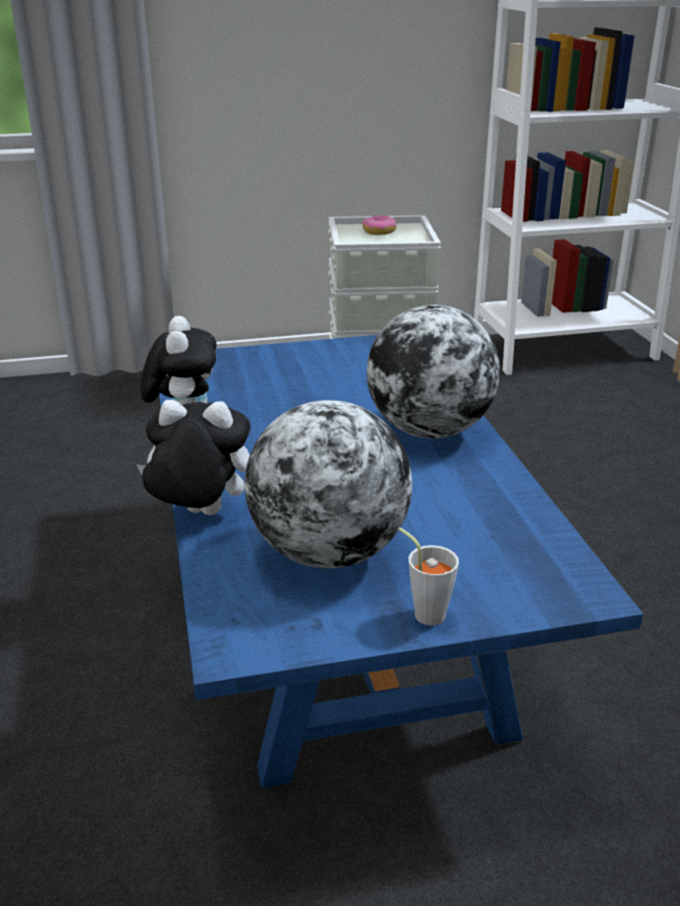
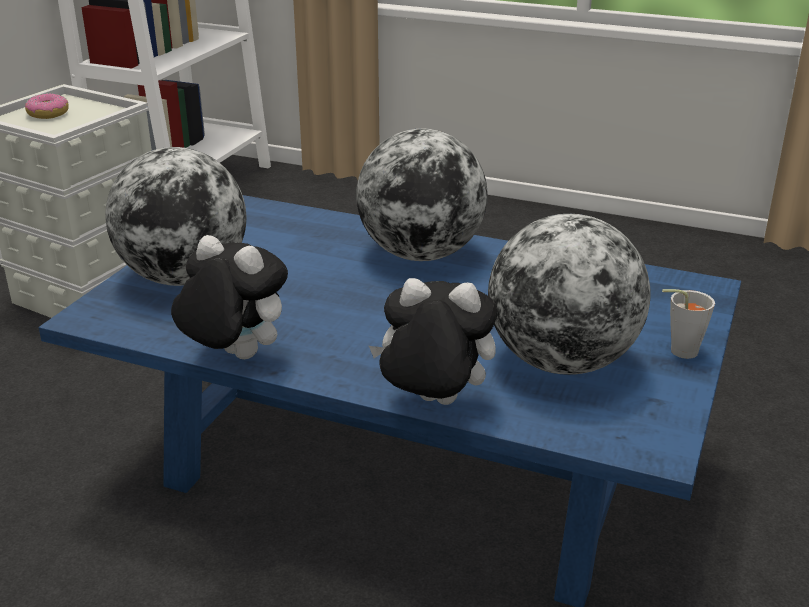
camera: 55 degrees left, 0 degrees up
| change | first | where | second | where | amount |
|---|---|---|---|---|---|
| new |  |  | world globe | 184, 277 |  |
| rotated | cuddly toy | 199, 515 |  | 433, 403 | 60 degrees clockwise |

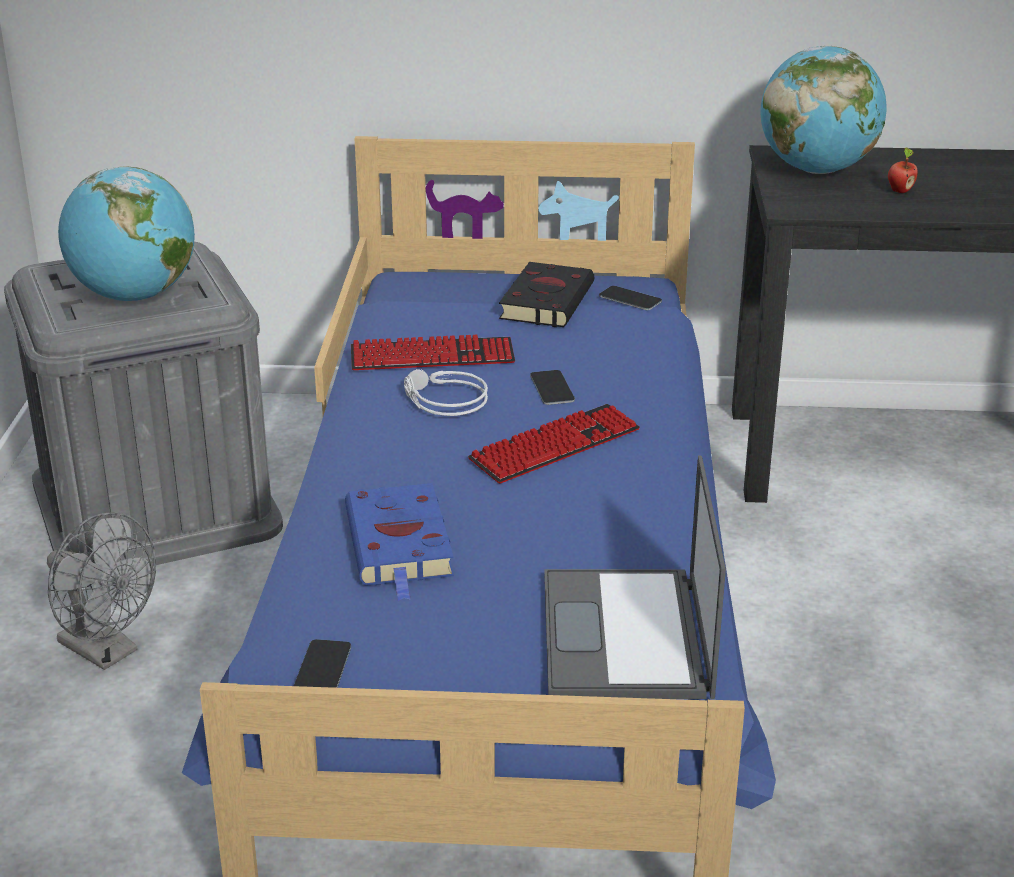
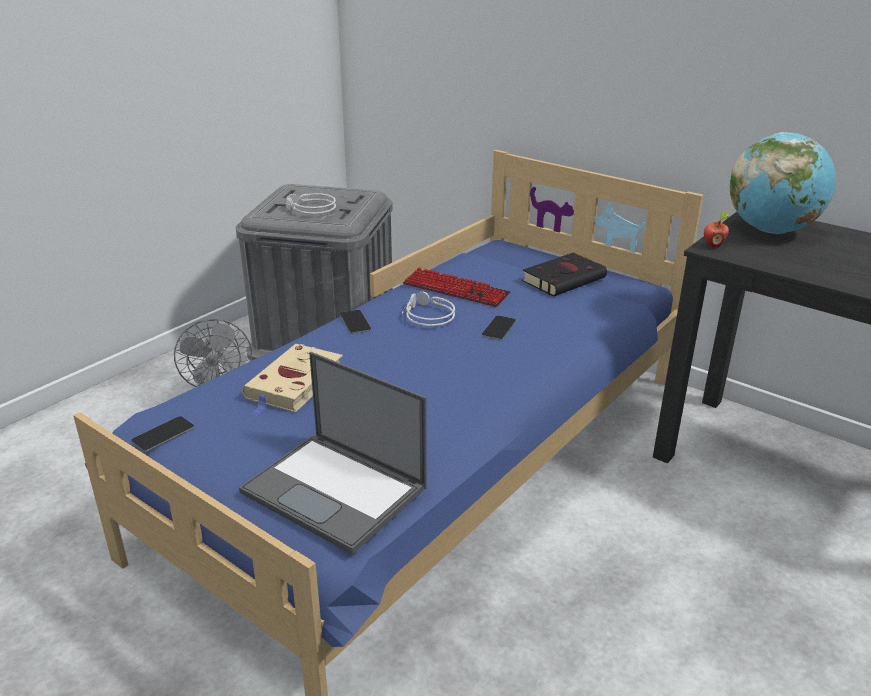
camera: 35 degrees right, 0 degrees up
| change | first | where | second | where | amount |
|---|---|---|---|---|---|
| rotated | laptop | 626, 637 |  | 336, 490 | 90 degrees counterclockwise |
| repainted | bluish book | 400, 546 | beige-coloured book | 294, 384 |  |
| swapped | world globe | 134, 296 | grey headset | 310, 209 |  |
| shifted | handset | 630, 299 |  | 355, 322 |  |
| shifted | apple fruit | 900, 191 |  | 713, 245 |  |
| gone | keyboard | 555, 446 |  |  |  |

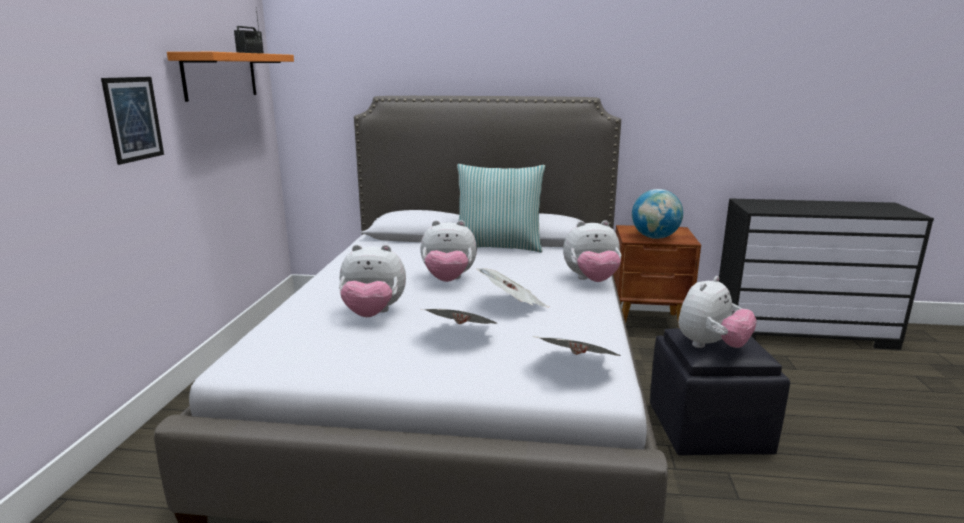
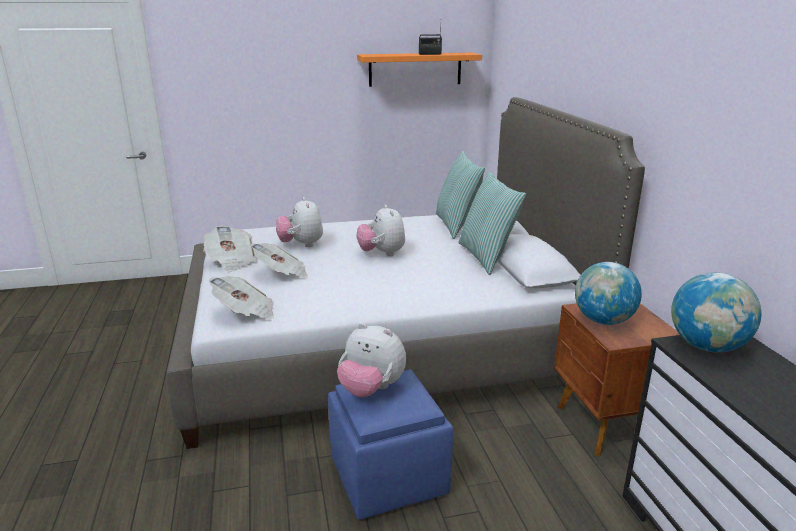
camera: 70 degrees right, 5 degrees up
| change | first | where | second | where | amount |
|---|---|---|---|---|---|
| shifted | printed paper | 513, 305 |  | 231, 261 |  |
| repainted | blackish pouffe | 708, 429 | bluish pouffe | 389, 477 |  |
| new |  |  | throw pillow | 457, 225 |  |
| new |  |  | world globe | 707, 346 |  |
| gone | wall picture | 133, 119 |  |  |  |
| gone | cuddly toy | 591, 281 |  |  |  |

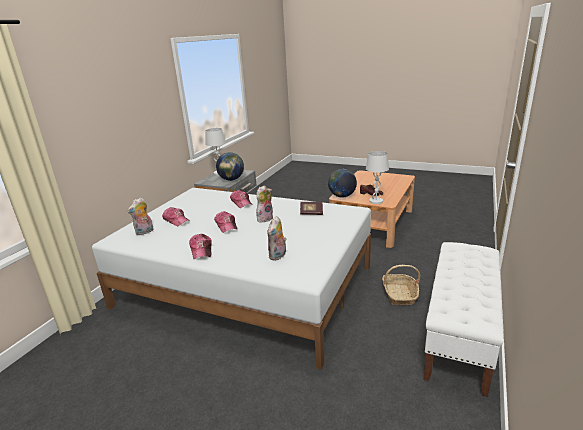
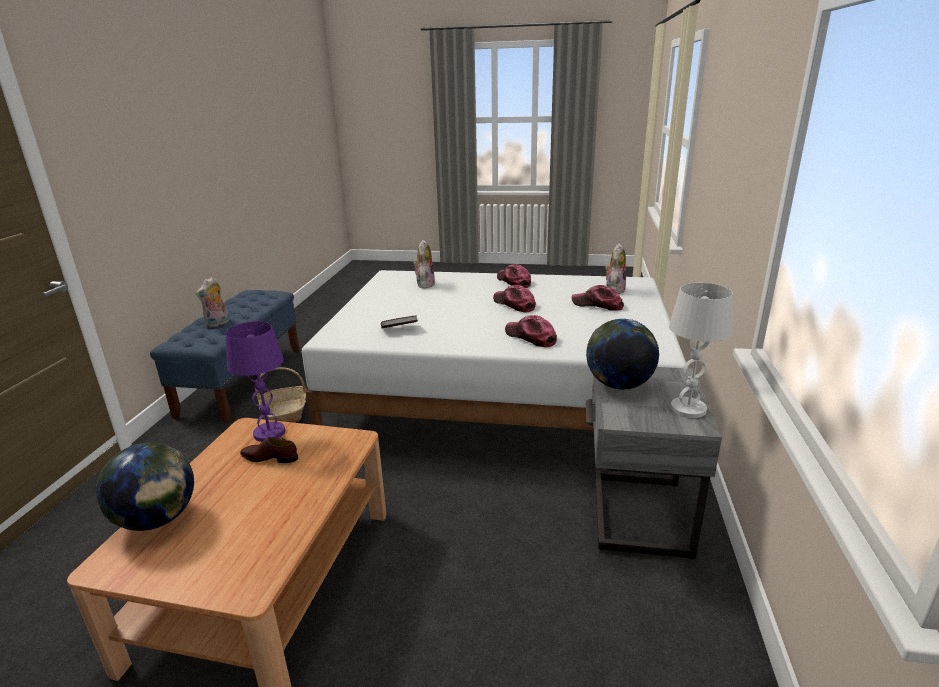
camera: 165 degrees right, 0 degrees up
| change | first | where | second | where | amount |
|---|---|---|---|---|---|
| shifted | world globe | 342, 196 |  | 157, 520 |  |
| repainted | white-coloured bench | 459, 335 | bluish bench | 242, 380 |  |
| shifted | cuddly toy | 265, 218 |  | 218, 324 |  |
| repainted | white-coloured tabletop lamp | 376, 201 | purplish tabletop lamp | 269, 433 |  |

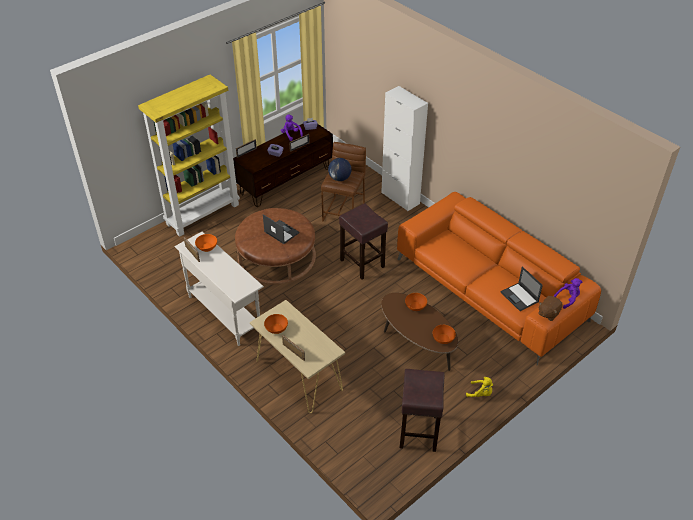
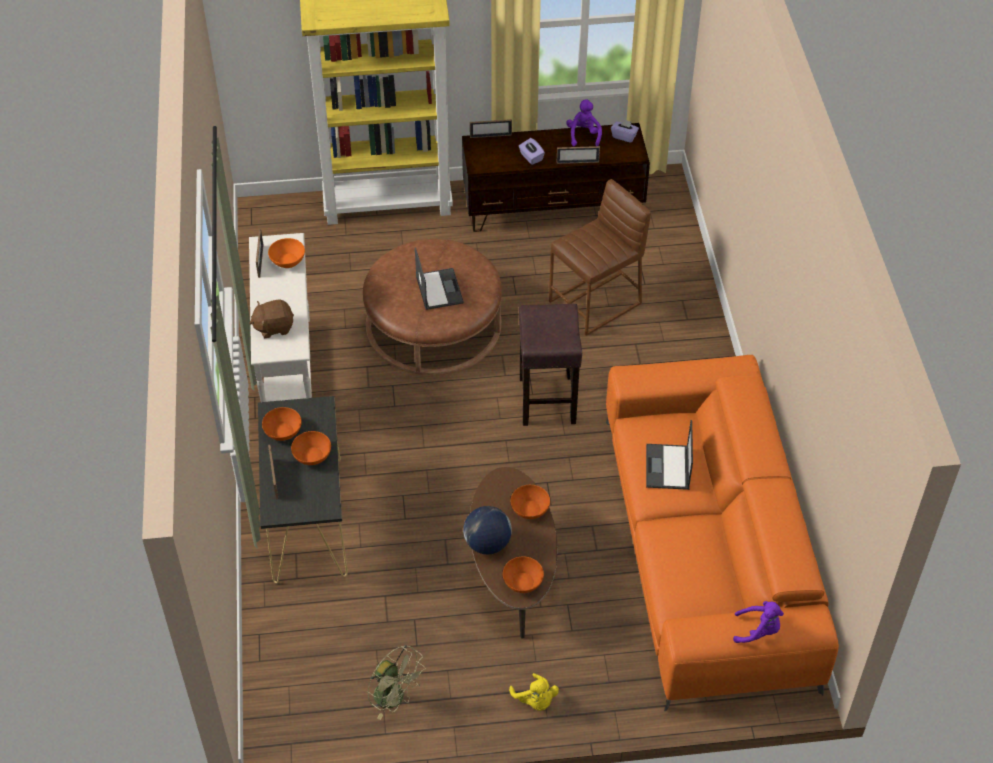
camera: 35 degrees right, 5 degrees up
| change | first | where | second | where | amount |
|---|---|---|---|---|---|
| shifted | brown cuddly toy | 548, 313 |  | 274, 327 |  |
| repainted | beige-coloured hall table | 298, 375 | blackish hall table | 307, 519 |  |
| new |  |  | orange deep dish | 312, 456 |  |
| swapped | brown sitting stool | 418, 431 | green cooling fan | 395, 698 |  |
| shifted | world globe | 339, 178 |  | 487, 544 |  |
| shifted | laptop | 520, 297 |  | 667, 468 |  |
| gone | white-coloured storage cabinet | 400, 198 |  |  |  |

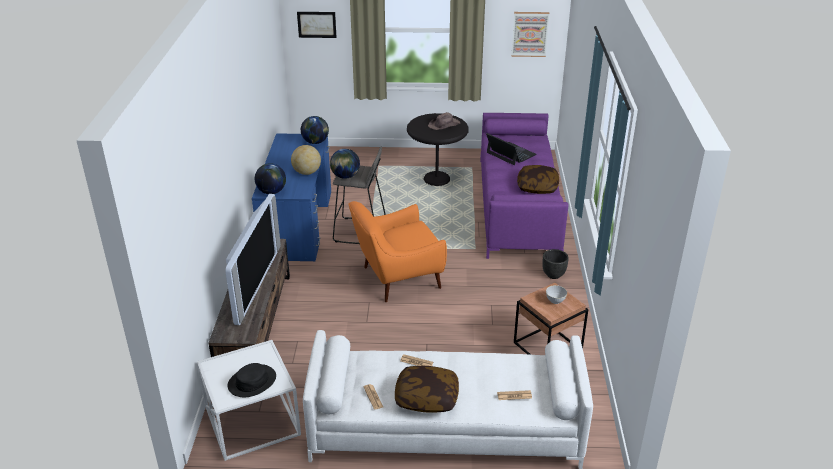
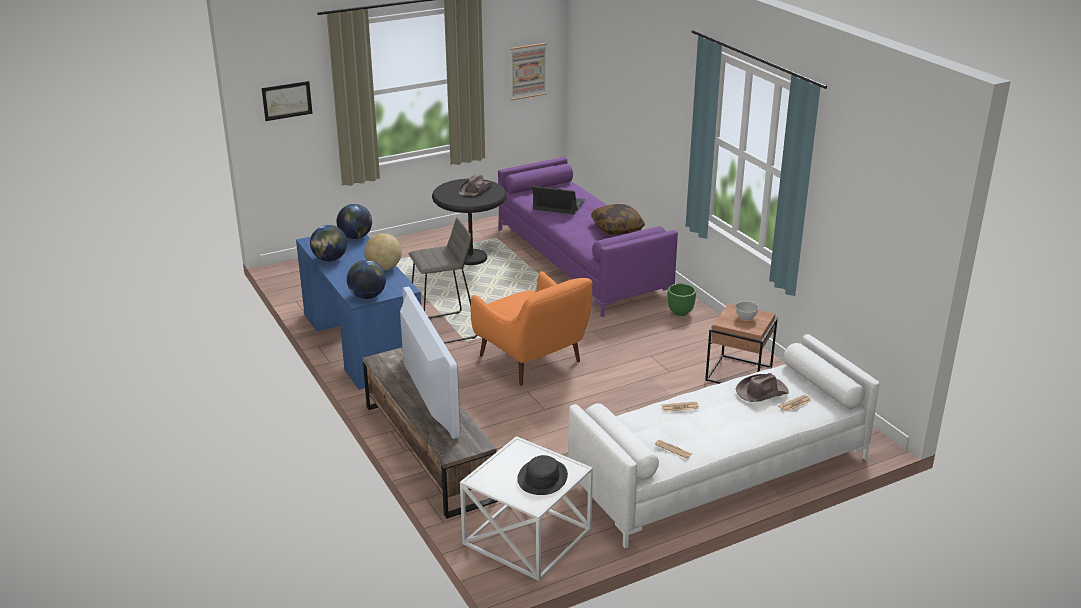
camera: 30 degrees left, 5 degrees down
| change | first | where | second | where | amount |
|---|---|---|---|---|---|
| shifted | world globe | 345, 176 |  | 330, 259 |  |
| rotated | orange lounge chair | 397, 279 |  | 533, 361 | 75 degrees counterclockwise |
| repainted | blackish flower pot | 553, 275 | green flower pot | 680, 312 |  |
| new |  |  | brown clothing hat | 761, 392 |  |
| gone | throw pillow | 426, 398 |  |  |  |

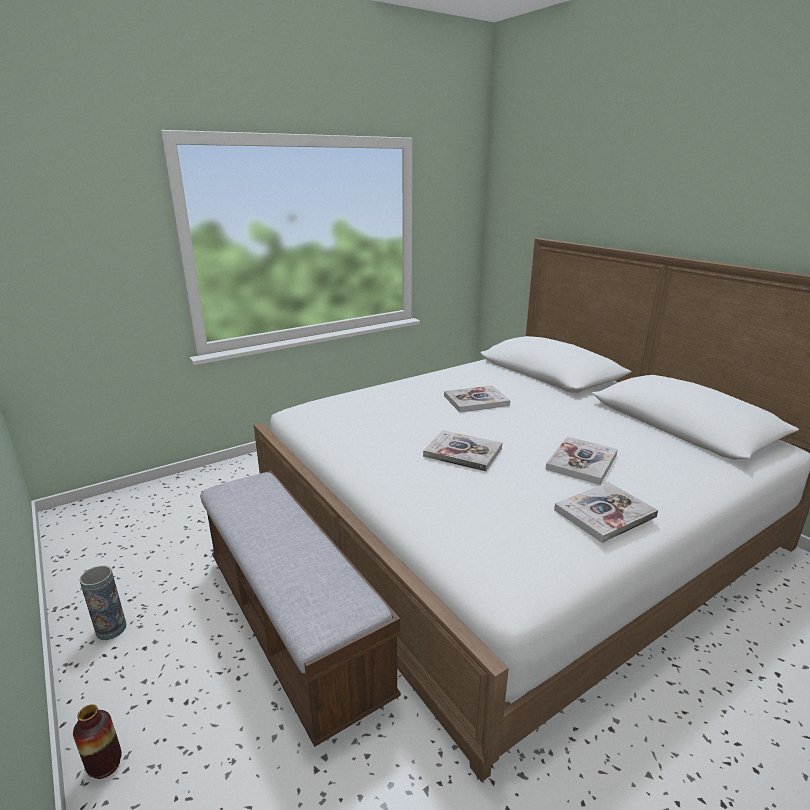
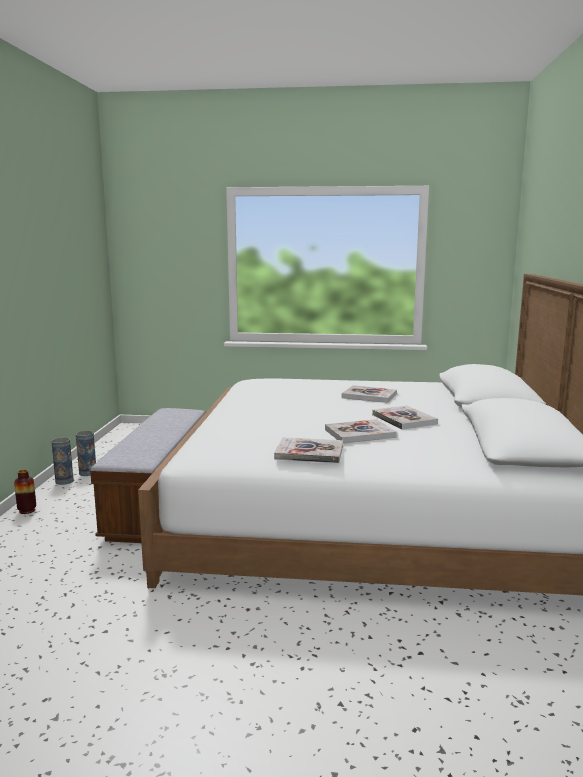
camera: 40 degrees right, 10 degrees down
| change | first | where | second | where | amount |
|---|---|---|---|---|---|
| new |  |  | vase | 64, 481 |  |
| shifted | book | 463, 452 |  | 404, 419 |  |

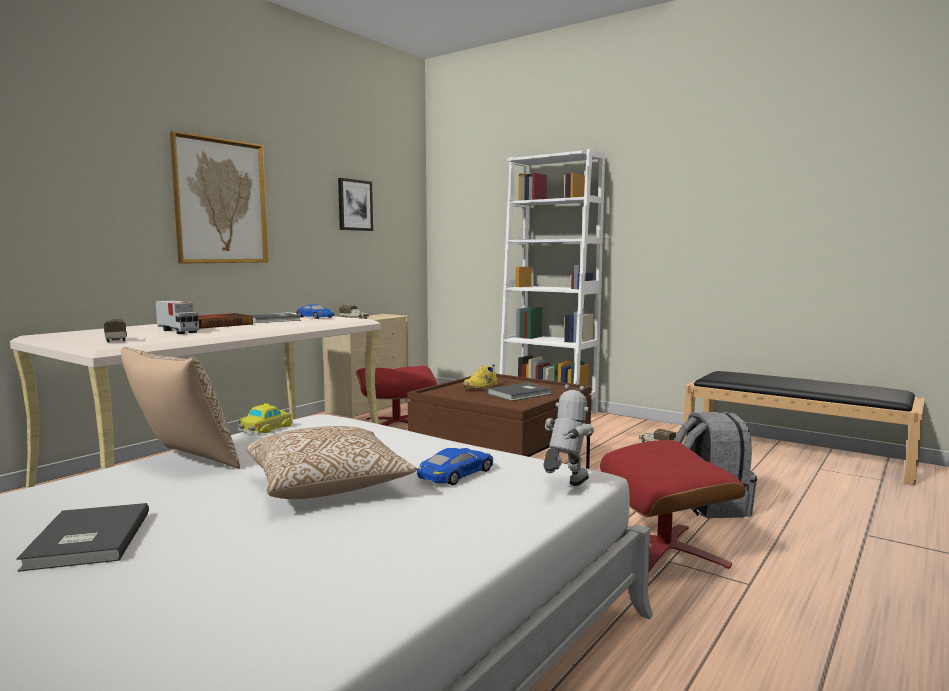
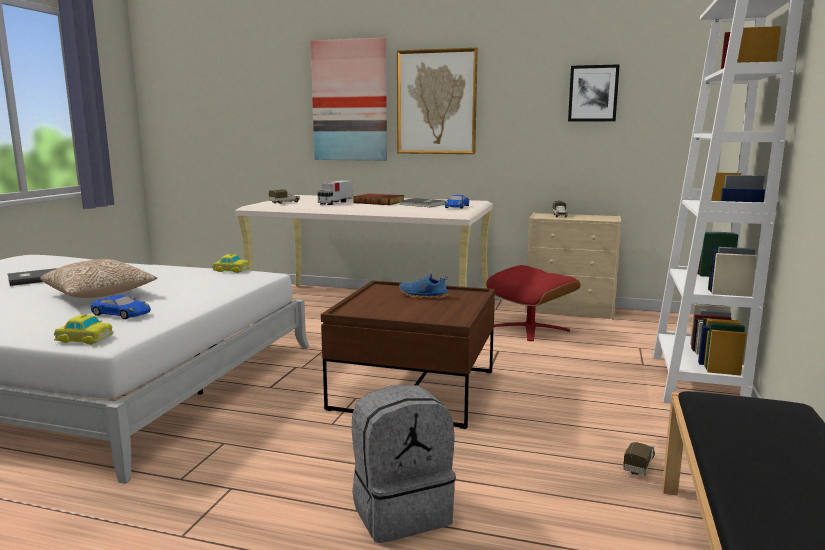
camera: 70 degrees right, 5 degrees up
| change | first | where | second | where | amount |
|---|---|---|---|---|---|
| swapped | robot figure | 564, 486 | miniature car | 83, 338 |  |
| new |  |  | wall picture | 349, 101 |  |
| repainted | yellow item of footwear | 481, 388 | bluish item of footwear | 423, 296 |  |
| gone | throw pillow | 182, 463 |  |  |  |
| gone | grey book | 521, 394 |  |  |  |
| gone | red-coloured pouffe | 664, 549 |  |  |  |

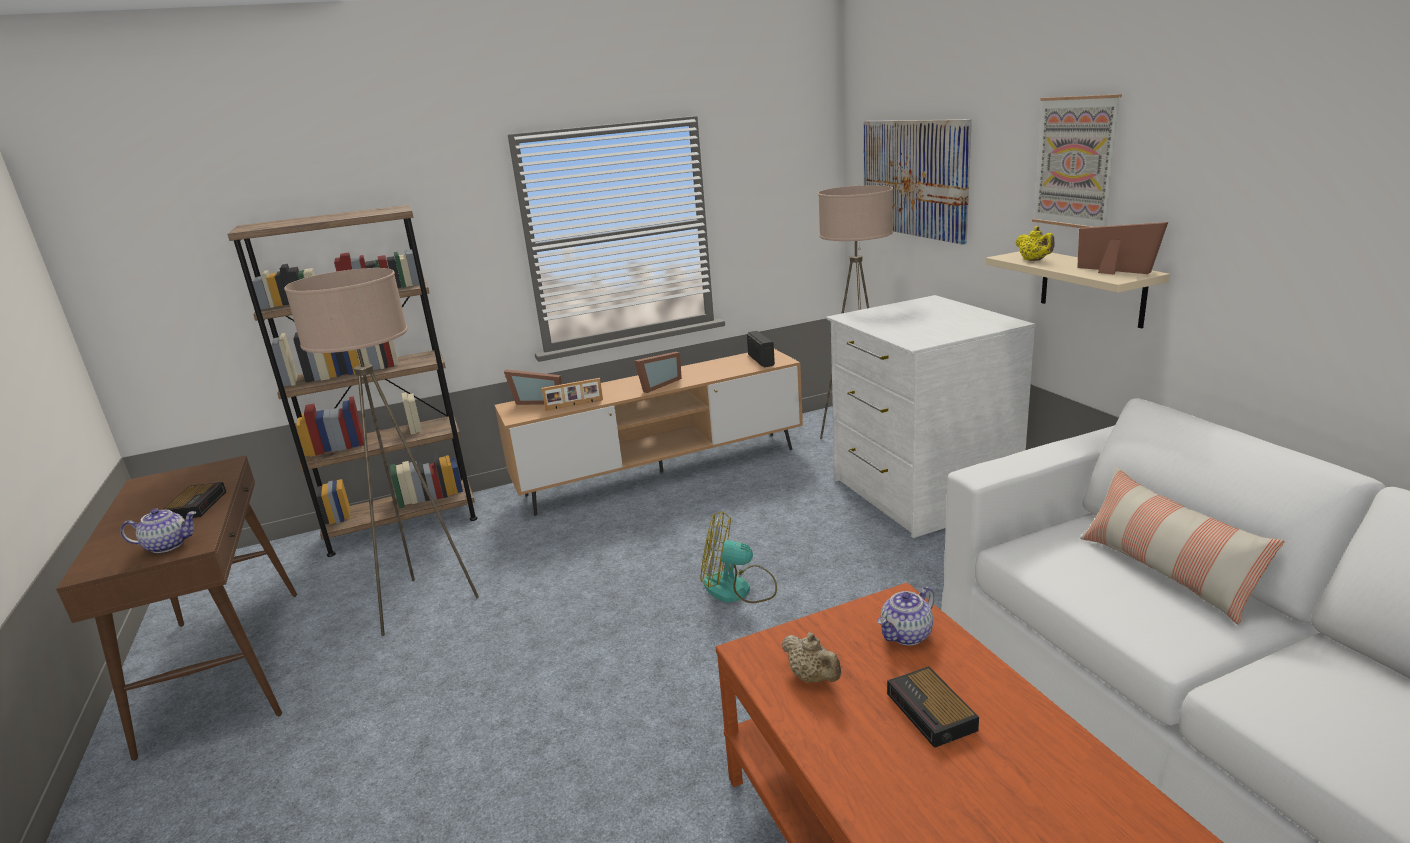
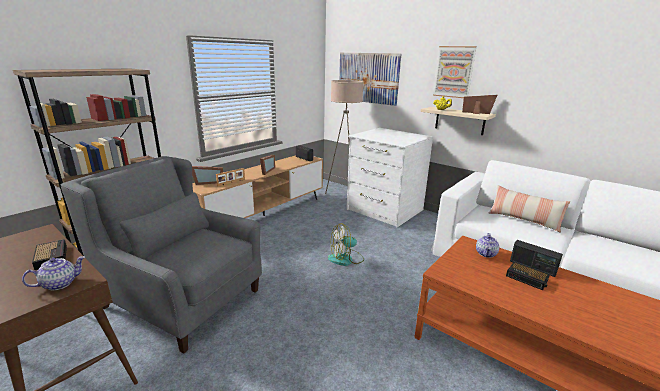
camera: 30 degrees left, 0 degrees up
| change | first | where | second | where | amount |
|---|---|---|---|---|---|
| swapped | beige-coloured standard lamp | 424, 603 | grey lounge chair | 183, 299 |  |
| new |  |  | radio | 532, 267 |  |
| gone | beige-coloured pot for tea | 812, 678 |  |  |  |

